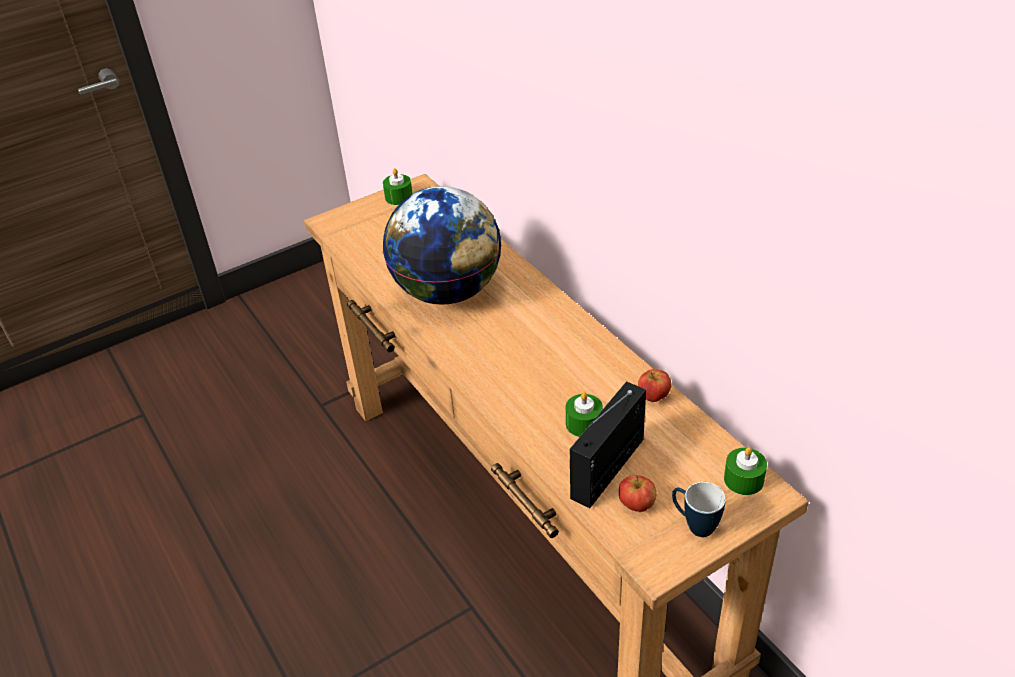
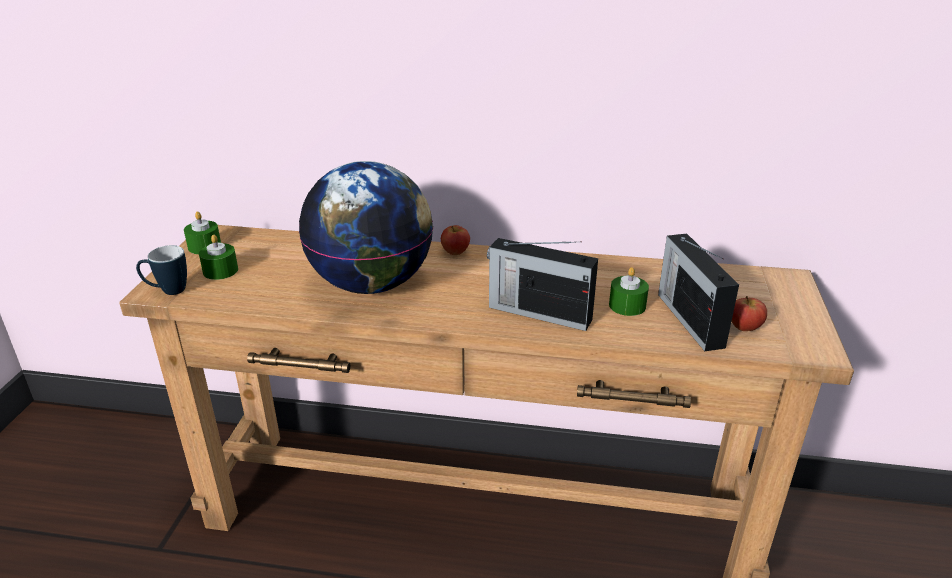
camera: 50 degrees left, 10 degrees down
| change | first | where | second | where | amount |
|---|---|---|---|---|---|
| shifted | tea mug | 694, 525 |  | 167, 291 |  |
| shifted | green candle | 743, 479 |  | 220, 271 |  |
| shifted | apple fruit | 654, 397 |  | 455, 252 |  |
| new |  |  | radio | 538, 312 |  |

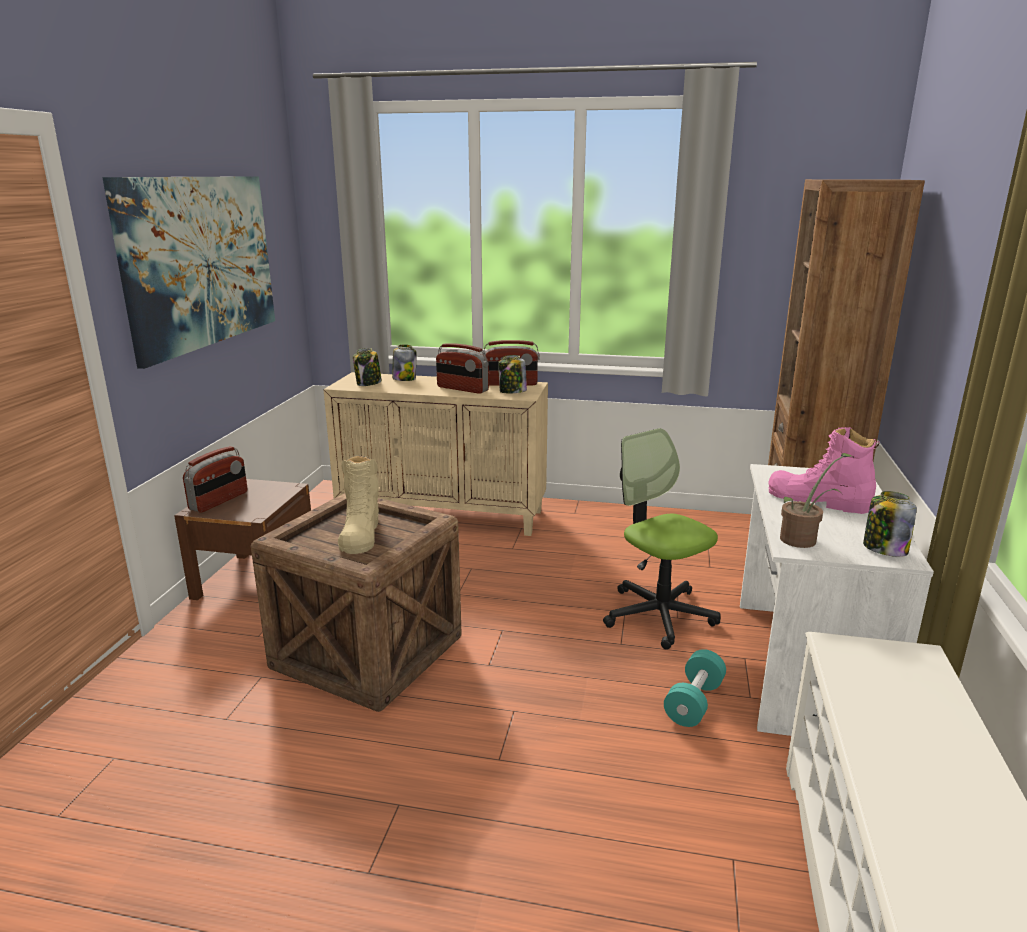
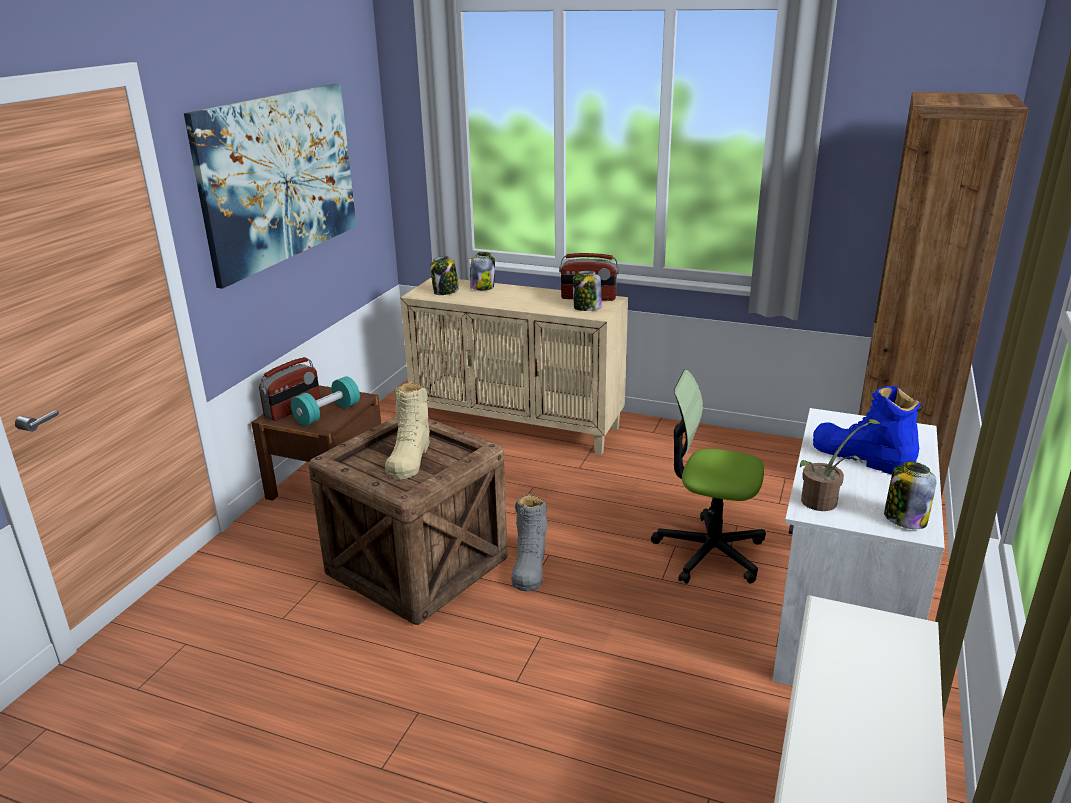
camera: 10 degrees right, 5 degrees up
| change | first | where | second | where | amount |
|---|---|---|---|---|---|
| shifted | turquoise dumbbell | 694, 702 |  | 327, 414 |  |
| new |  |  | grey high-top boot | 529, 566 |  |
| rotated | desk chair | 659, 615 |  | 709, 552 | 45 degrees counterclockwise |
| repainted | pink-coloured high-top boot | 817, 500 | bluish high-top boot | 861, 457 |  |
| gone | radio | 462, 389 |  |  |  |

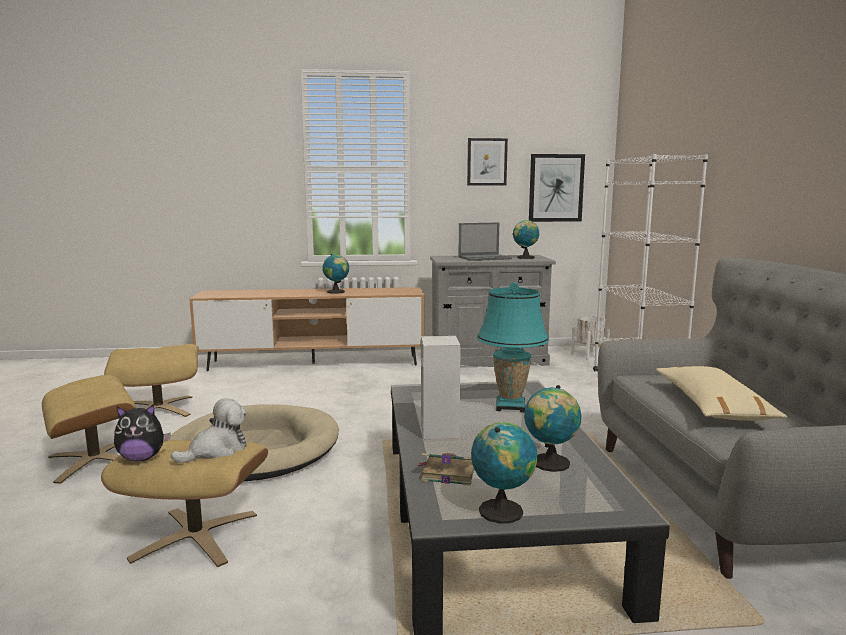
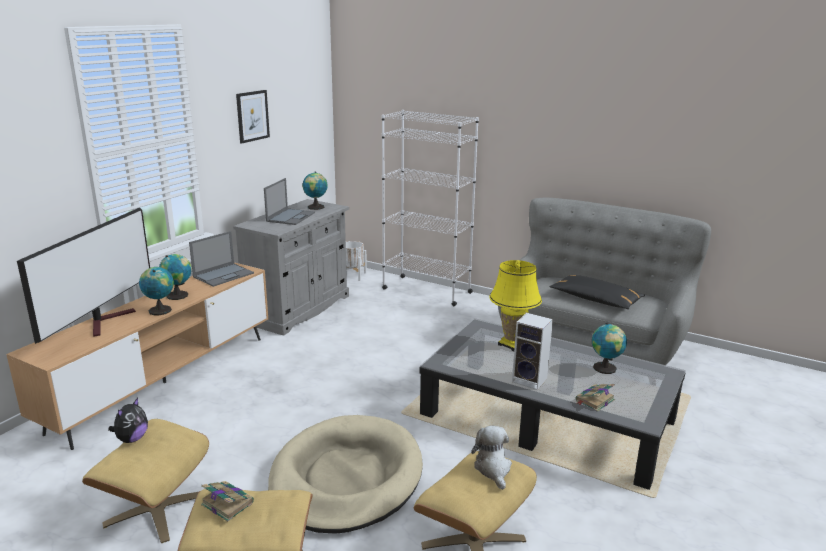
camera: 55 degrees left, 10 degrees up
| change | first | where | second | where | amount |
|---|---|---|---|---|---|
| new |  |  | TV | 106, 321 |  |
| shifted | cuddly toy | 142, 458 |  | 131, 439 |  |
| shifted | world globe | 502, 510 |  | 160, 310 |  |
| new |  |  | laptop | 224, 275 |  |
| new |  |  | book | 226, 503 |  |
| repainted | turquoise tabletop lamp | 510, 406 | yellow tabletop lamp | 511, 345 |  |
| repainted | beige-coloured throw pillow | 712, 406 | blackish throw pillow | 595, 300 |  |
| gone | wall picture | 556, 188 |  |  |  |

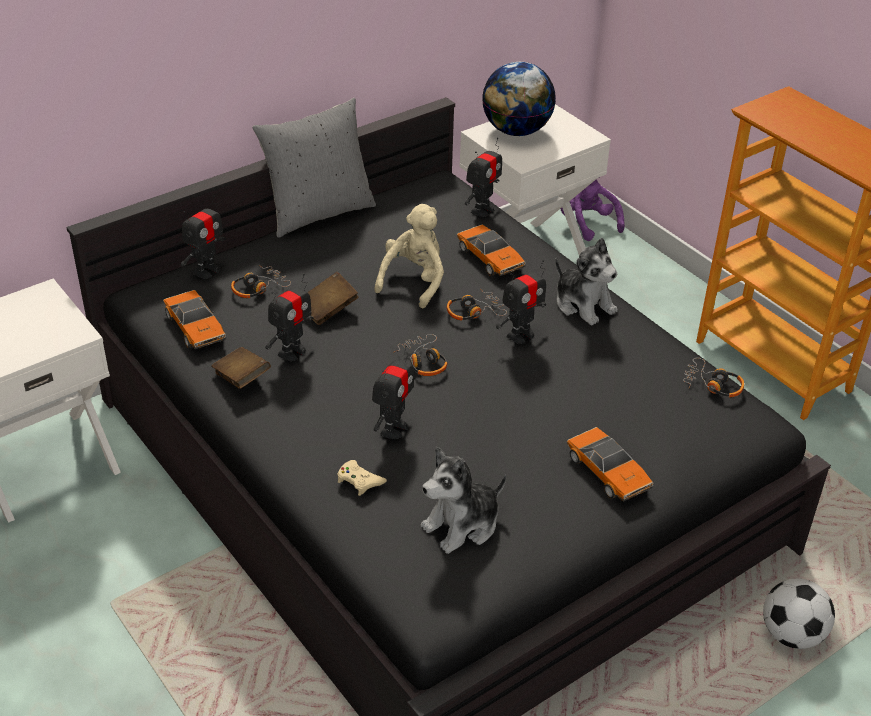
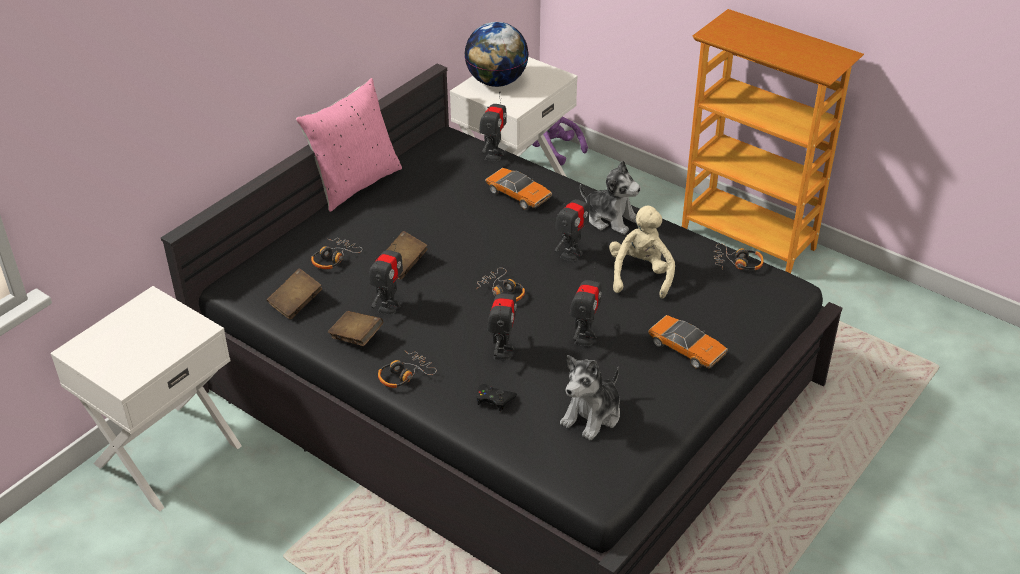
camera: 15 degrees left, 0 degrees up
| change | first | where | second | where | amount |
|---|---|---|---|---|---|
| swapped | miniature car | 195, 328 | brown book | 296, 303 |  |
| repainted | grey throw pillow | 318, 212 | pink-coloured throw pillow | 355, 183 |  |
| shifted | headset | 474, 312 |  | 404, 375 |  |
| repainted | beige-coloured joypad | 359, 481 | blackish joypad | 494, 399 |  |
| shifted | robot figure | 206, 270 |  | 584, 337 |  |
| shifted | beige-coloured cuddly toy | 414, 281 |  | 640, 275 |  |
| gone | ball for football | 791, 634 |  |  |  |

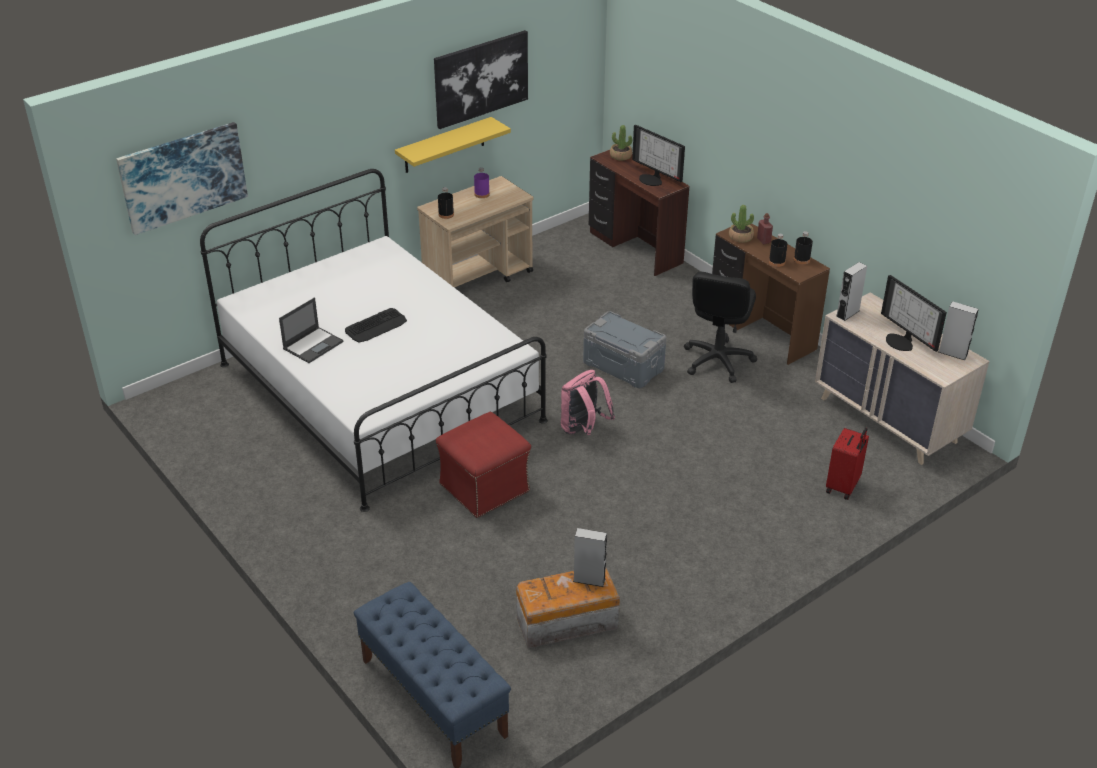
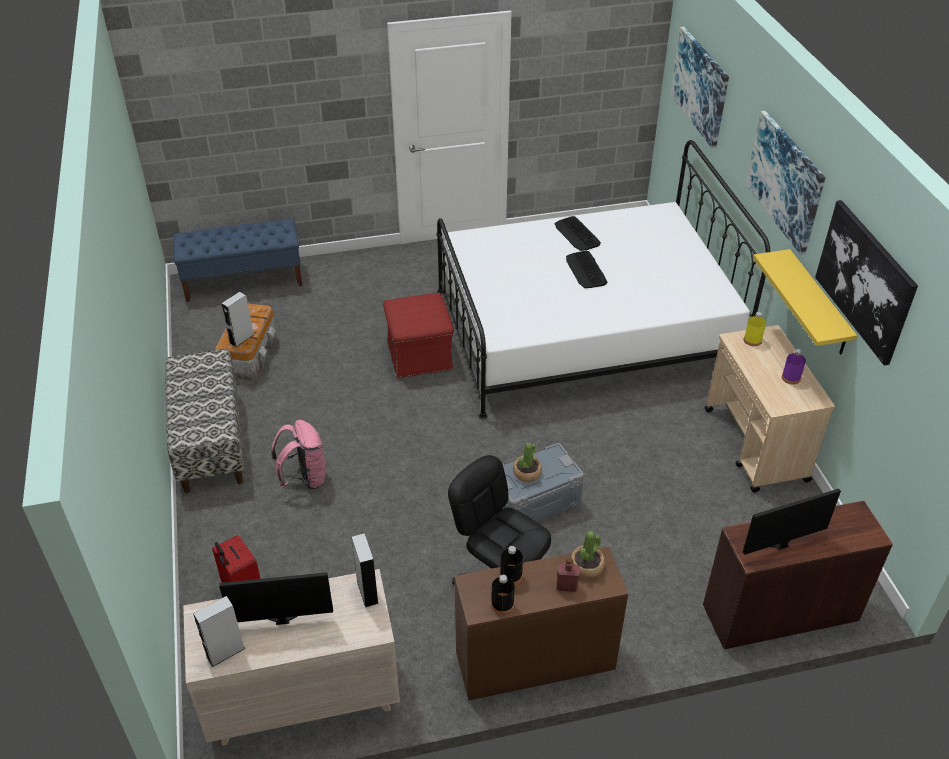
camera: 115 degrees right, 5 degrees up
| change | first | where | second | where | amount |
|---|---|---|---|---|---|
| new |  |  | bench | 210, 441 |  |
| shifted | pink-coloured rucksack | 583, 429 |  | 304, 478 |  |
| shifted | plant in a pot | 620, 156 |  | 527, 473 |  |
| swapped | laptop | 313, 345 | keyboard | 577, 234 |  |
| repainted | blackish bottle | 446, 214 | yellow bottle | 752, 340 |  |
| new |  |  | wall picture | 785, 181 |  |

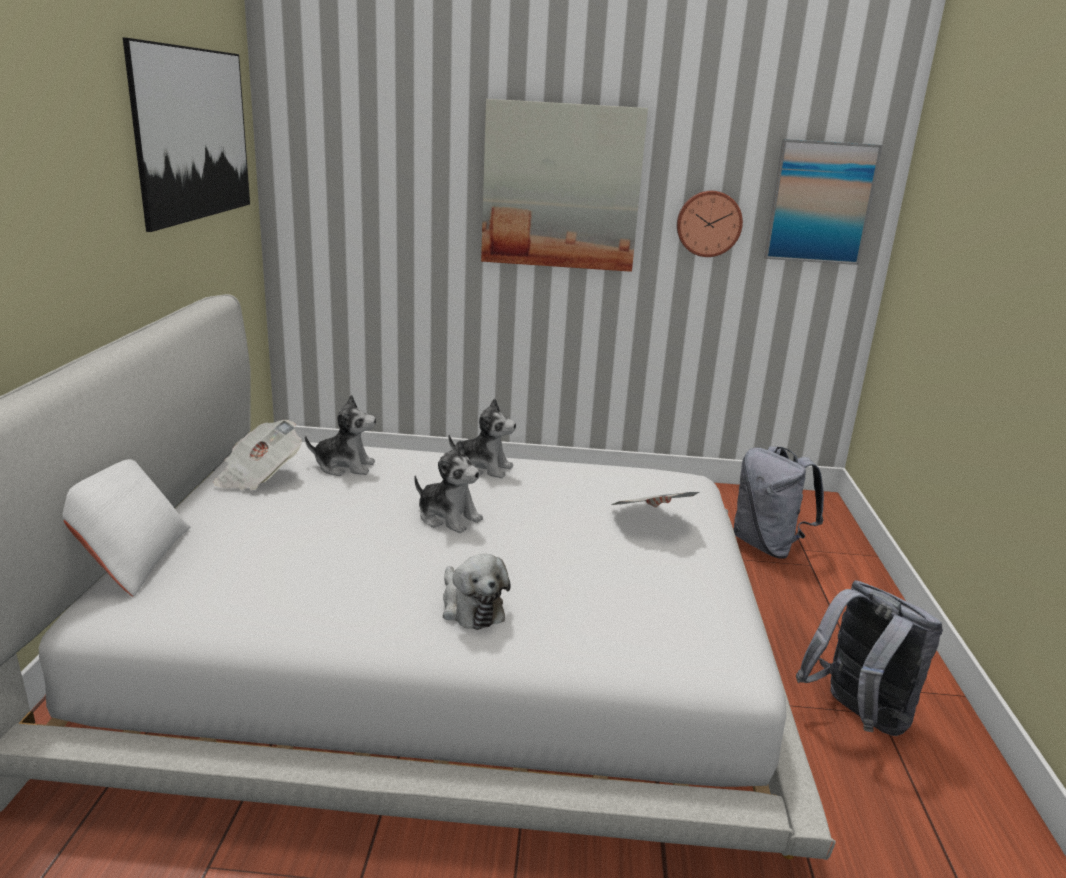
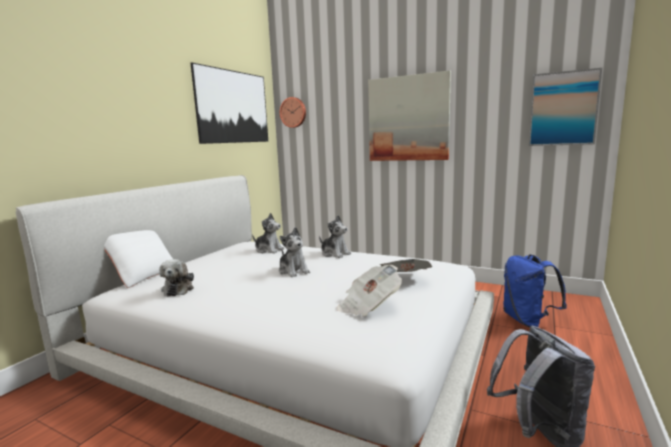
camera: 25 degrees right, 10 degrees down
| change | first | where | second | where | amount |
|---|---|---|---|---|---|
| shifted | cuddly toy | 470, 607 |  | 178, 289 |  |
| shifted | hanging clock | 708, 223 |  | 293, 112 |  |
| shifted | printed paper | 258, 476 |  | 368, 306 |  |
| repainted | grey rucksack | 767, 546 | bluish rucksack | 528, 321 |  |

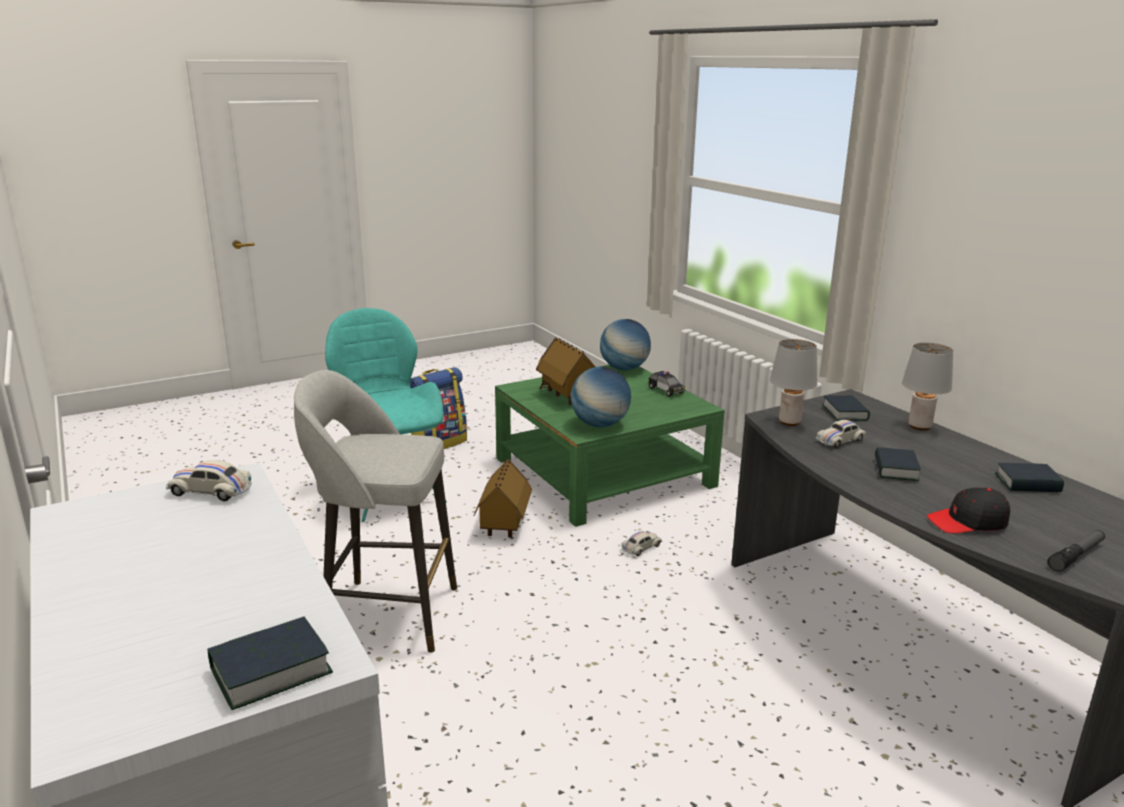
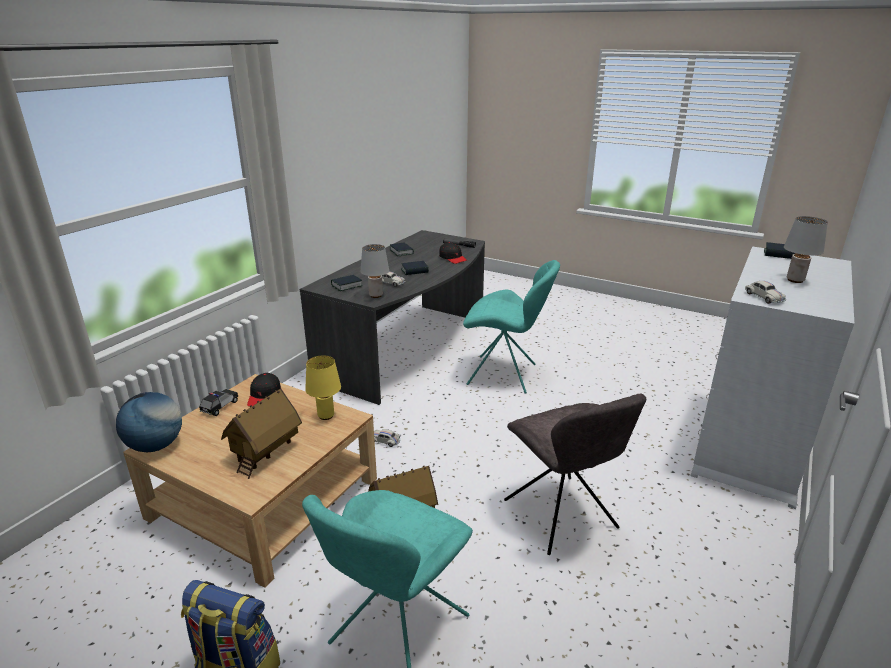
camera: 120 degrees left, 5 degrees up
| change | first | where | second | where | amount |
|---|---|---|---|---|---|
| repainted | green low table | 603, 472 | beige-coloured low table | 264, 498 |  |
| new |  |  | blackish cap | 264, 396 |  |
| swapped | world globe | 600, 424 | yellow tabletop lamp | 325, 416 |  |
| new |  |  | turquoise upright chair | 505, 375 |  |
| swapped | grey sitting stool | 387, 614 | grey upright chair | 562, 517 |  |
| shifted | grey tabletop lamp | 919, 426 |  | 795, 280 |  |

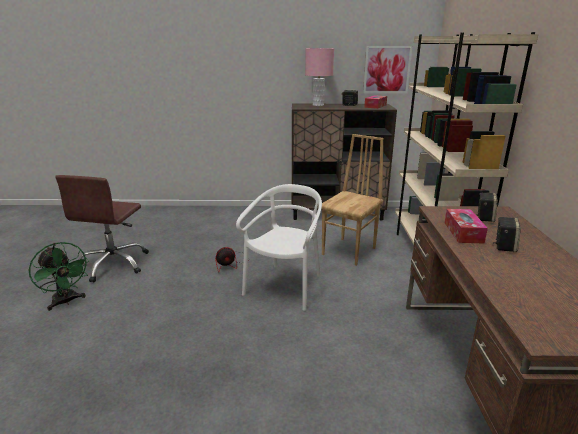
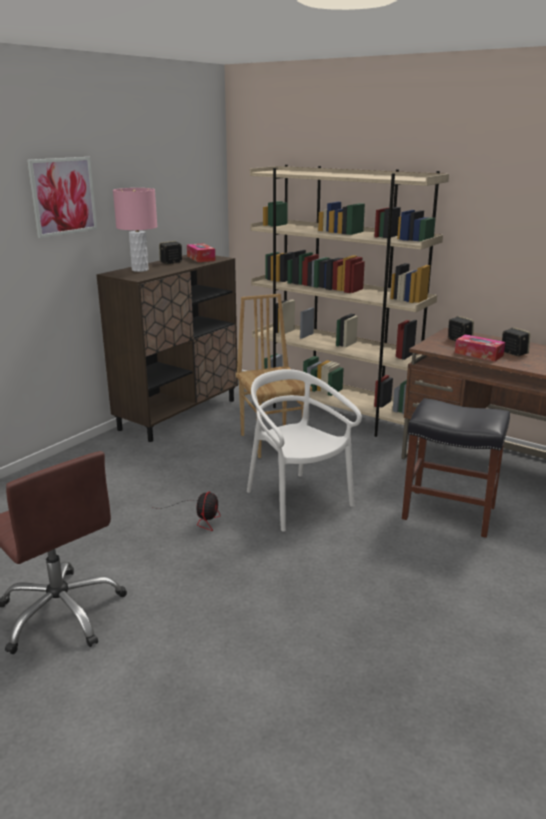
camera: 55 degrees left, 0 degrees up
| change | first | where | second | where | amount |
|---|---|---|---|---|---|
| shifted | wall picture | 387, 69 |  | 63, 196 |  |
| new |  |  | blackish sitting stool | 447, 512 |  |
| gone | green cooling fan | 66, 302 |  |  |  |

